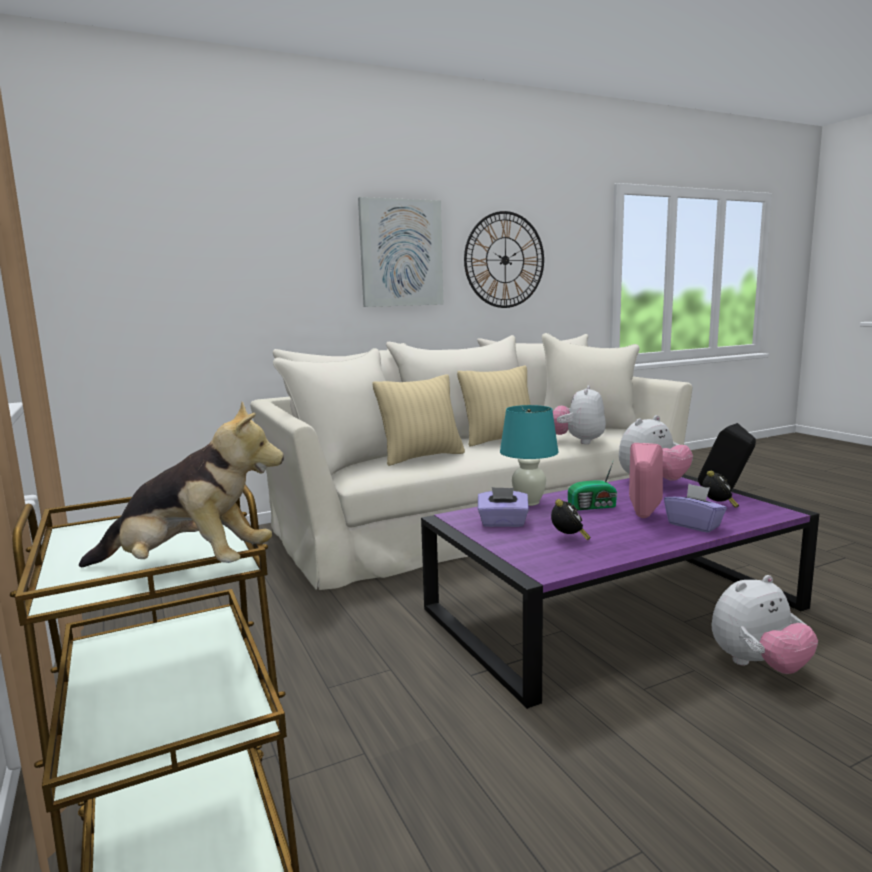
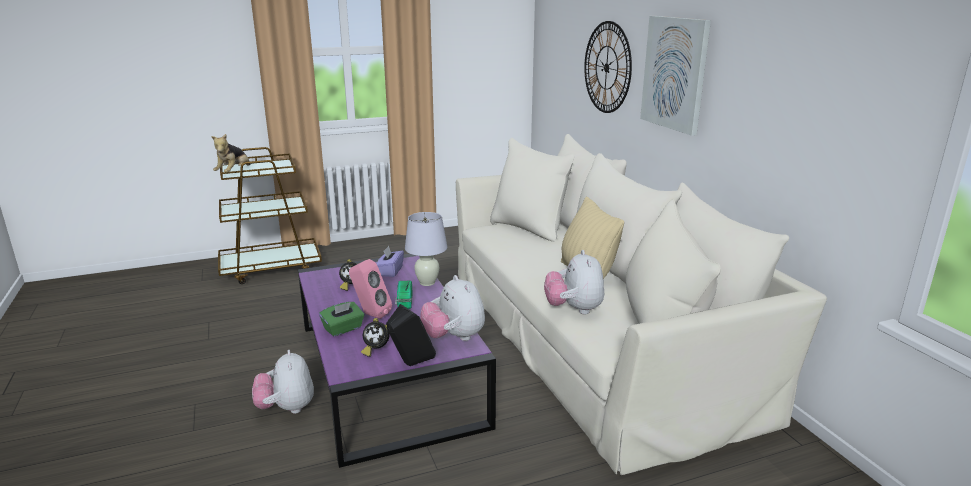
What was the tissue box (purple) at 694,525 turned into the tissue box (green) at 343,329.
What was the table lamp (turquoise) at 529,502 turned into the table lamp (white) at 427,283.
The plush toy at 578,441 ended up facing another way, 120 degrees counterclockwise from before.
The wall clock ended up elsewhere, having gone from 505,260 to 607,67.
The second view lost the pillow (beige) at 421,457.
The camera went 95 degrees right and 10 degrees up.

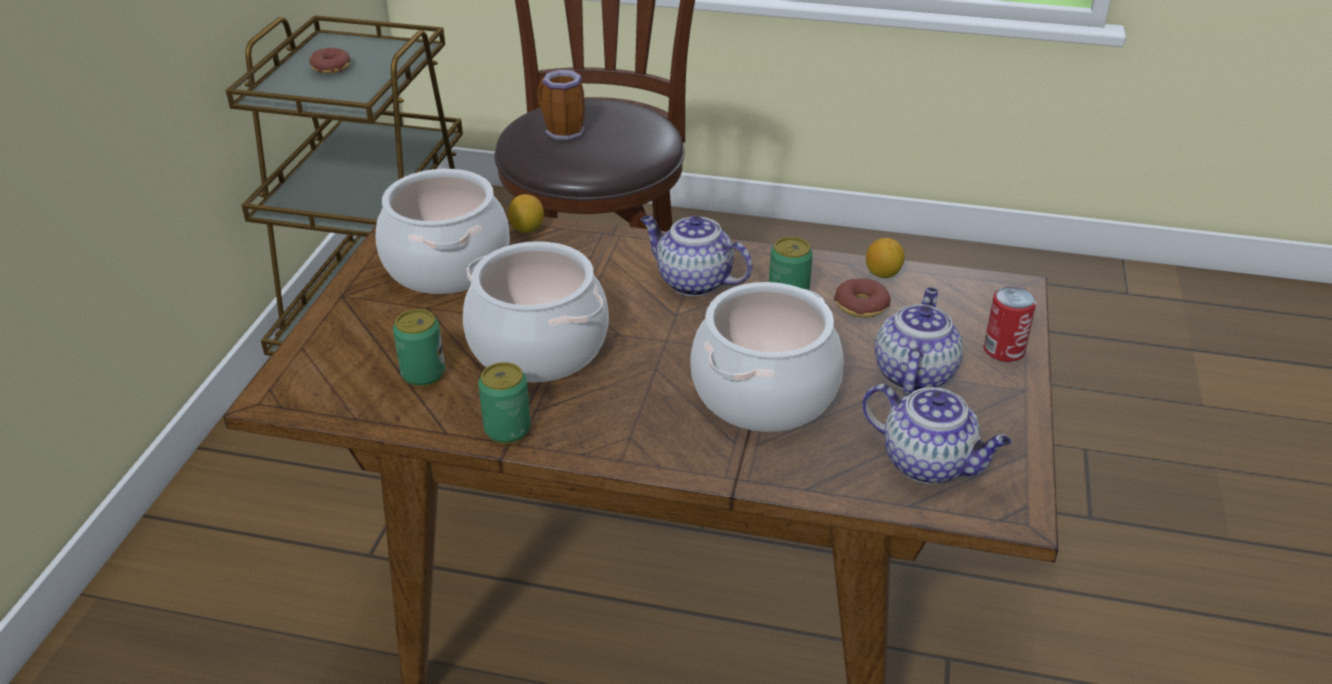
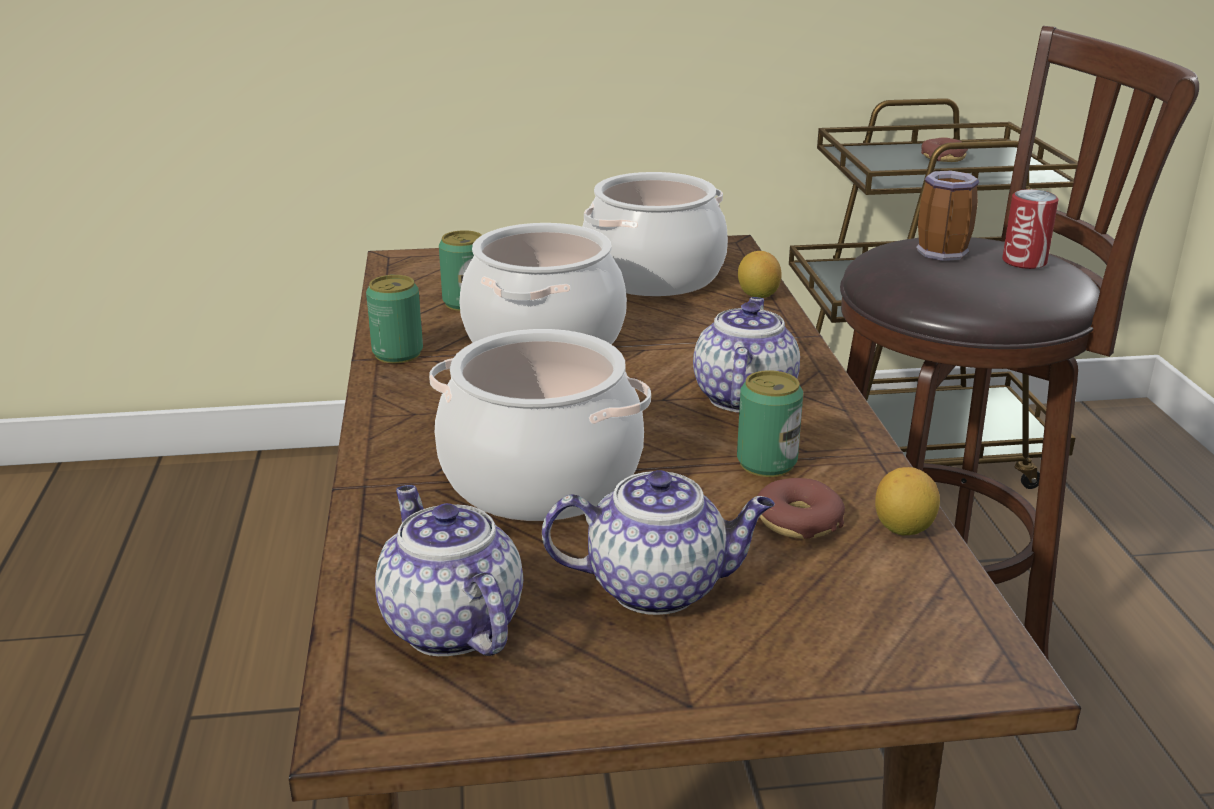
The teapot at 929,463 ended up facing another way, 135 degrees clockwise from before.
The can ended up elsewhere, having gone from 1003,350 to 1024,261.
The camera went 70 degrees right and 10 degrees down.

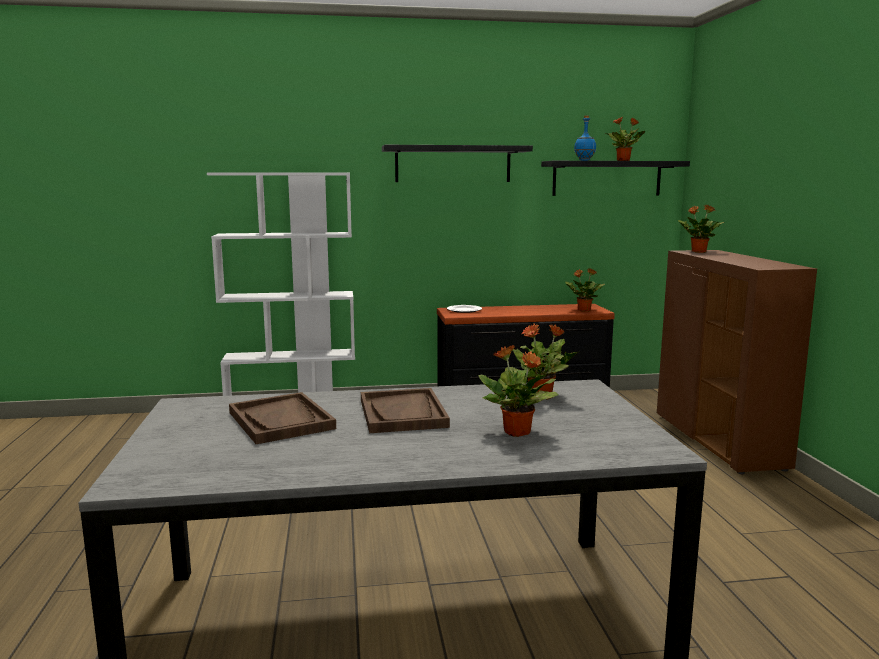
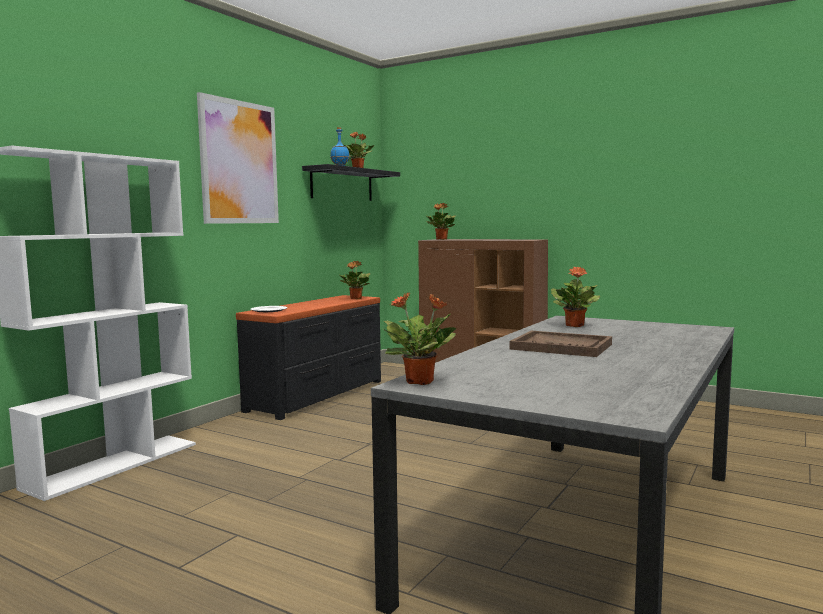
Where the shelf (black) hung at 453,164, the picture came to hang at 239,162.
The potted plant ended up elsewhere, having gone from 517,432 to 421,382.
The second view lost the tray (brown) at 281,420.
The camera went 50 degrees left and 5 degrees down.

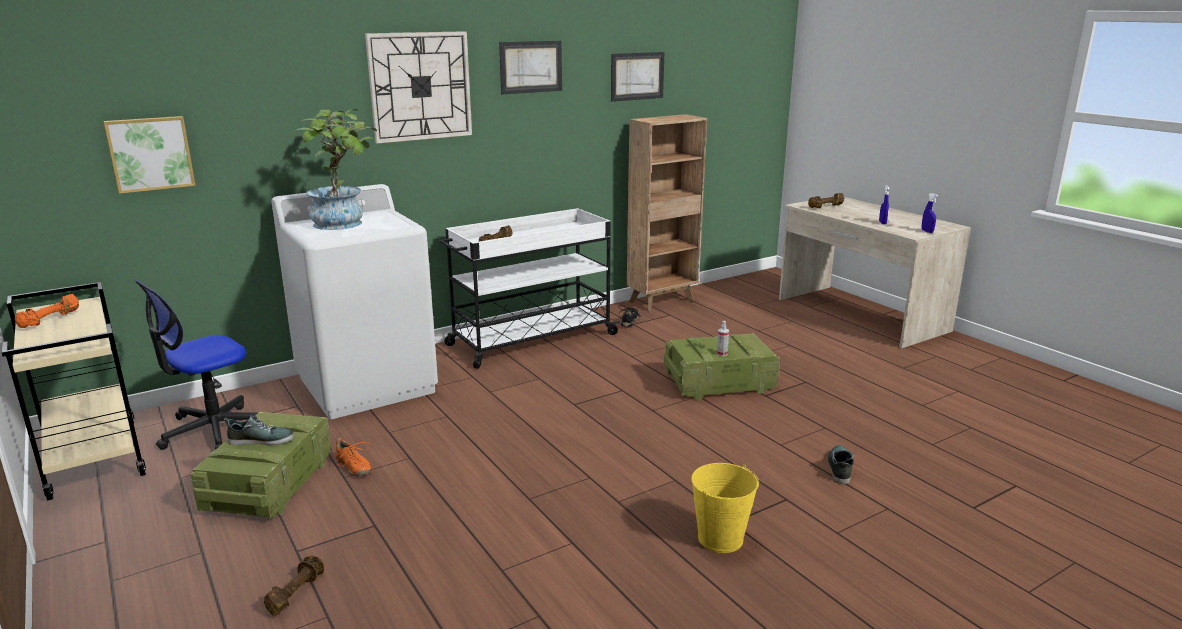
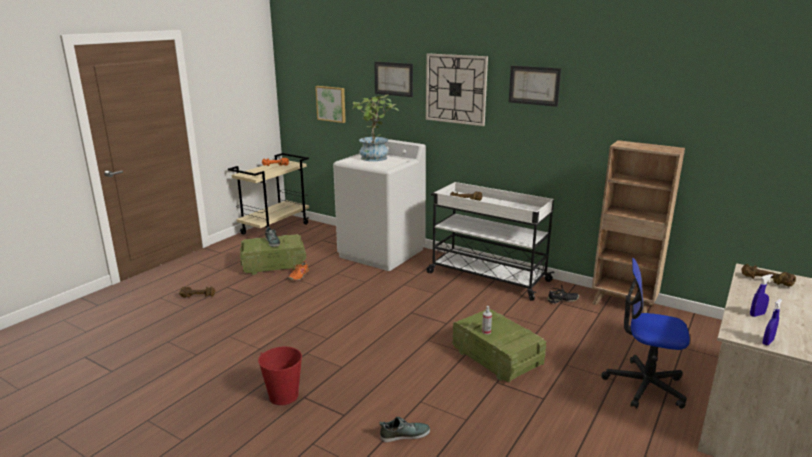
What was the bucket (yellow) at 720,538 turned into the bucket (red) at 283,395.
The picture ended up elsewhere, having gone from 637,76 to 393,79.
The office chair ended up elsewhere, having gone from 213,430 to 644,386.
The camera went 65 degrees right and 0 degrees up.

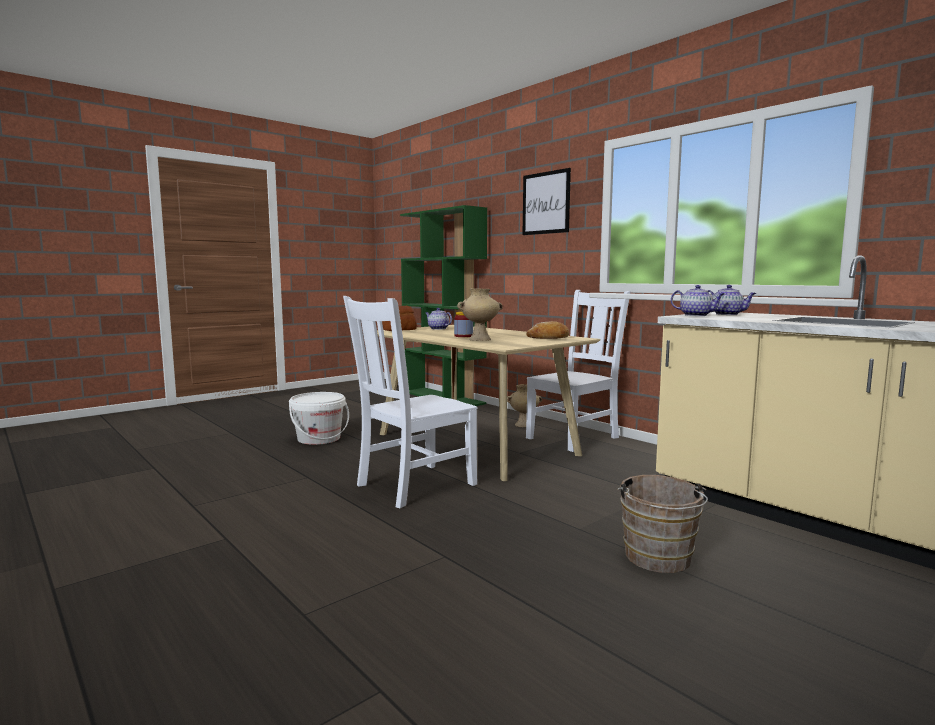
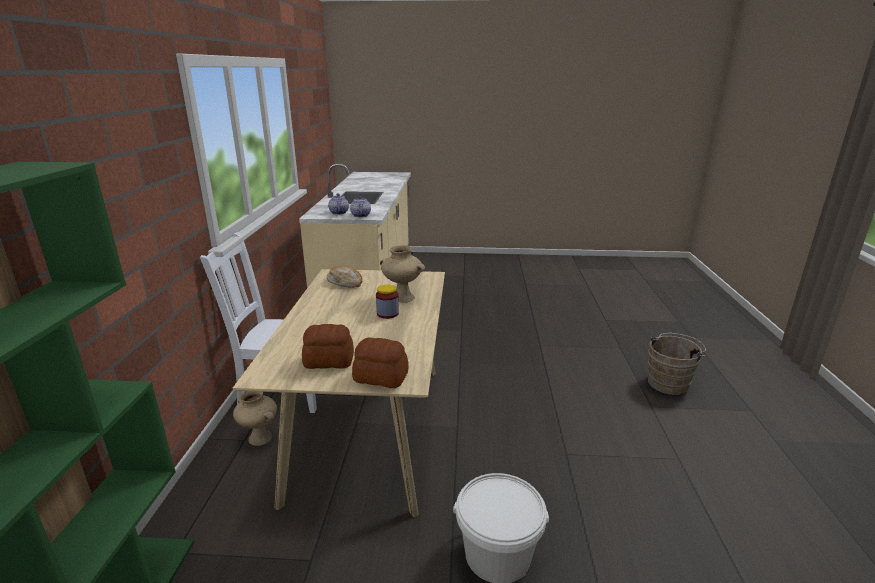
Where the teapot stood at 437,329, the bread came to stand at 329,361.
The bucket (brown) ended up elsewhere, having gone from 658,560 to 669,383.
The second view lost the chair (white) at 413,485.
The second view lost the picture at 546,203.
The camera went 135 degrees left and 15 degrees up.

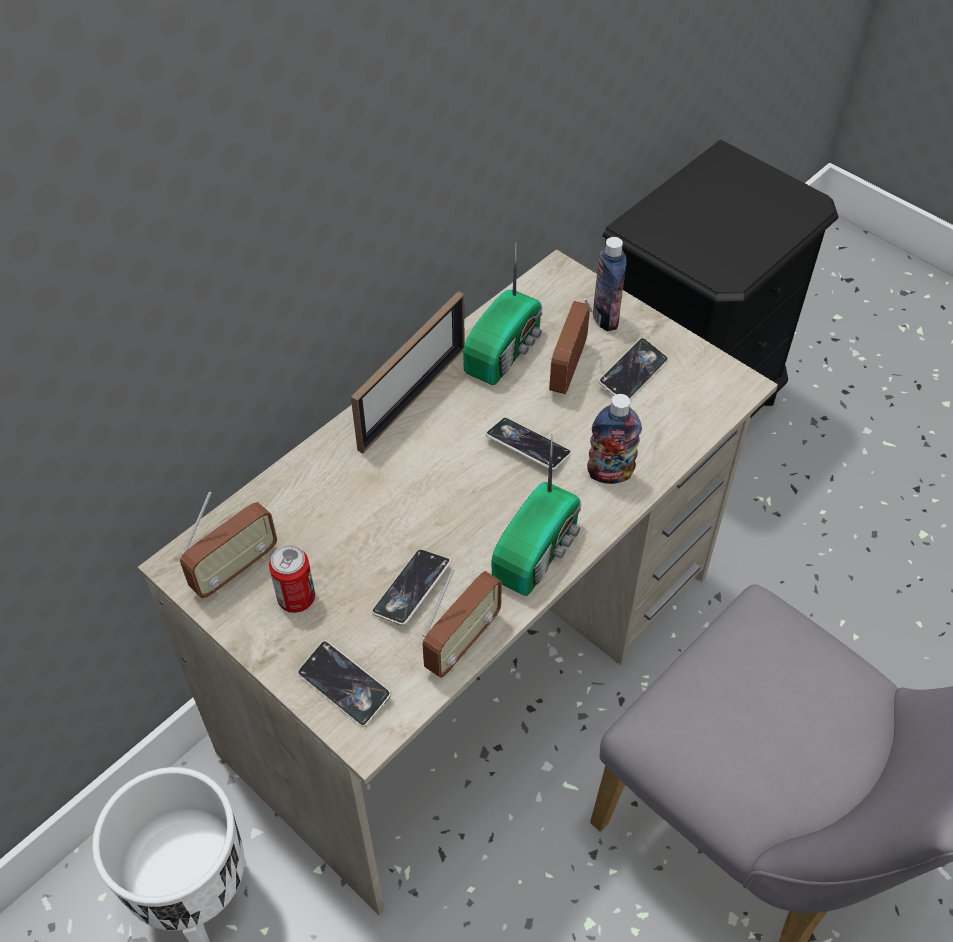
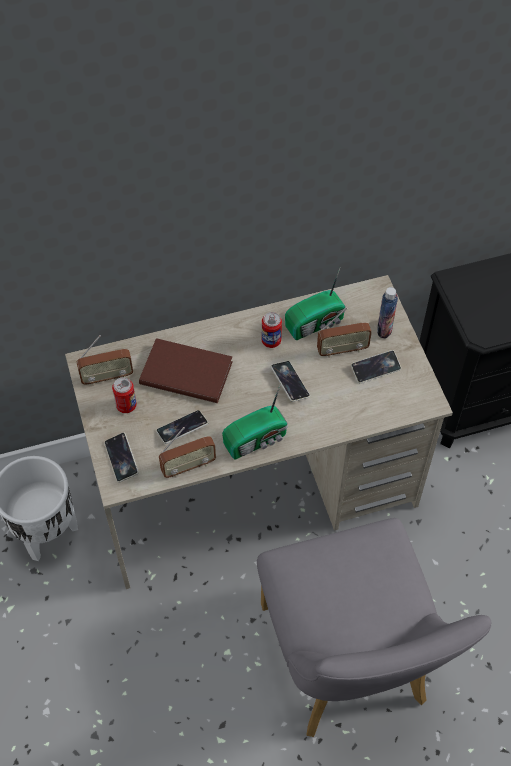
The second view gained the book (brown) at 186,371.
The second view gained the can at 271,341.
The radio at 569,370 ended up facing another way, 150 degrees counterclockwise from before.
The second view lost the picture frame at 412,398.
The second view lost the bottle at 610,473.
The camera went 30 degrees right and 5 degrees up.

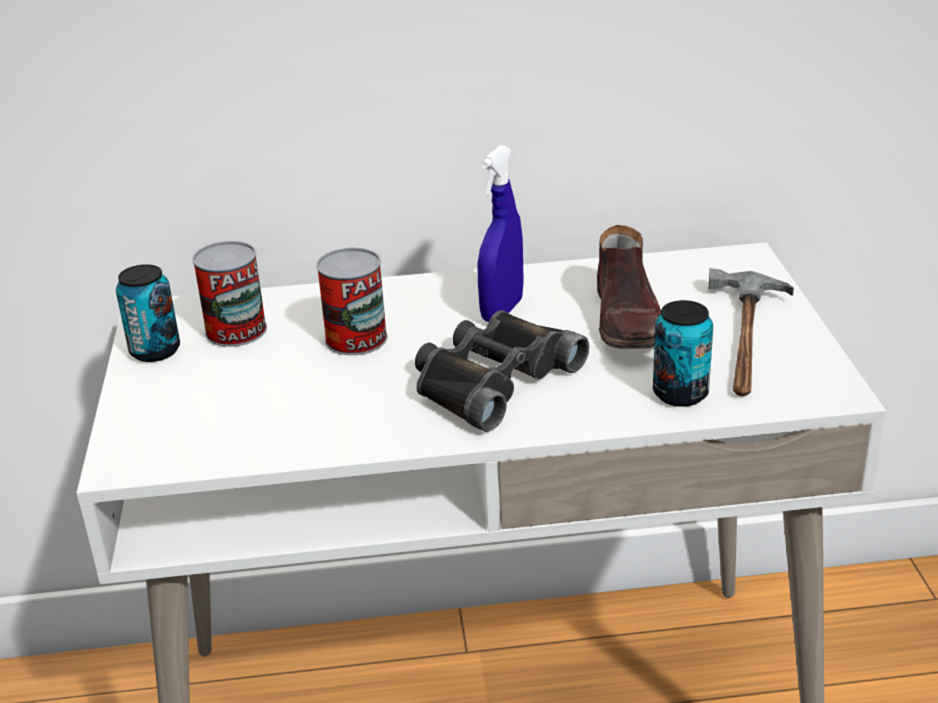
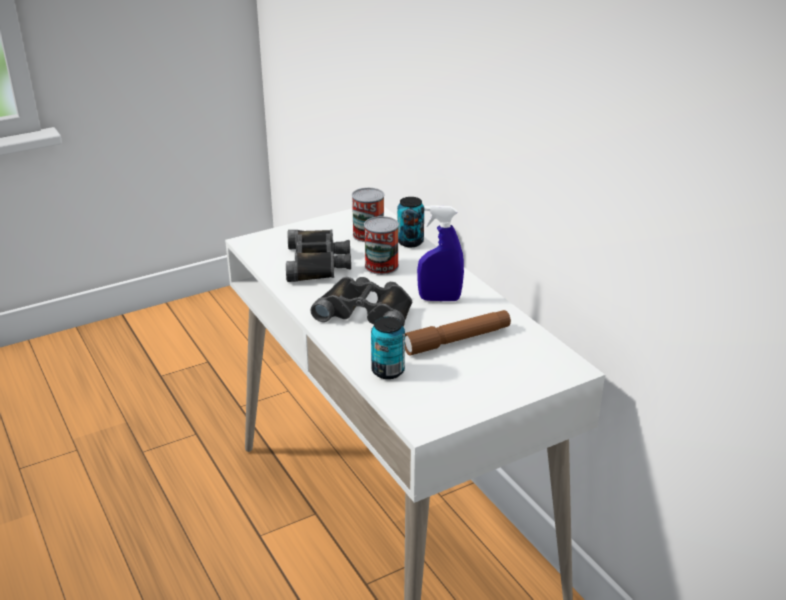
The second view gained the binoculars (black) at 317,263.
The can ended up elsewhere, having gone from 155,351 to 410,242.
Where the shoe (brown) stood at 628,320, the flashlight (brown) came to stand at 457,340.
The second view lost the hammer at 746,339.
The camera went 65 degrees right and 0 degrees up.

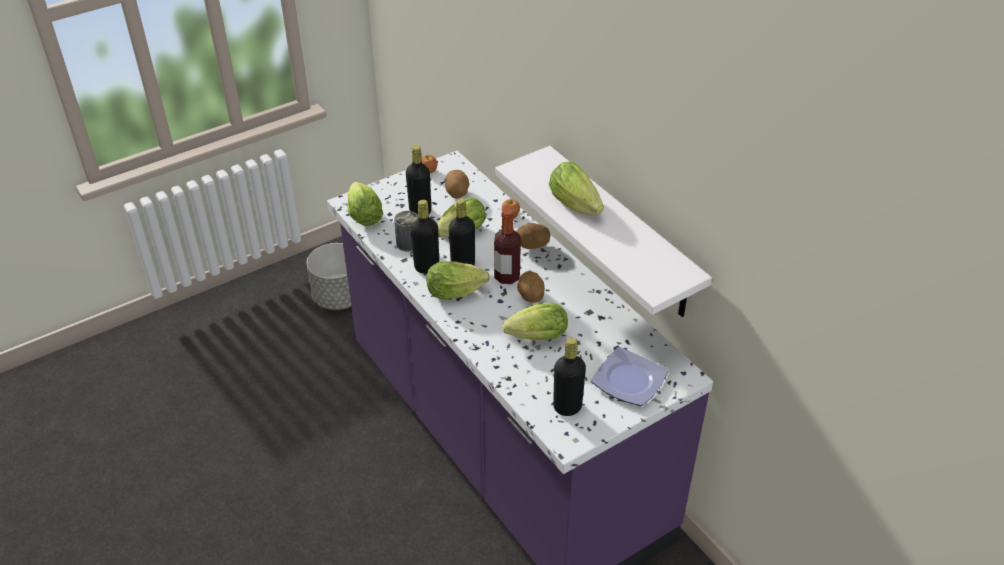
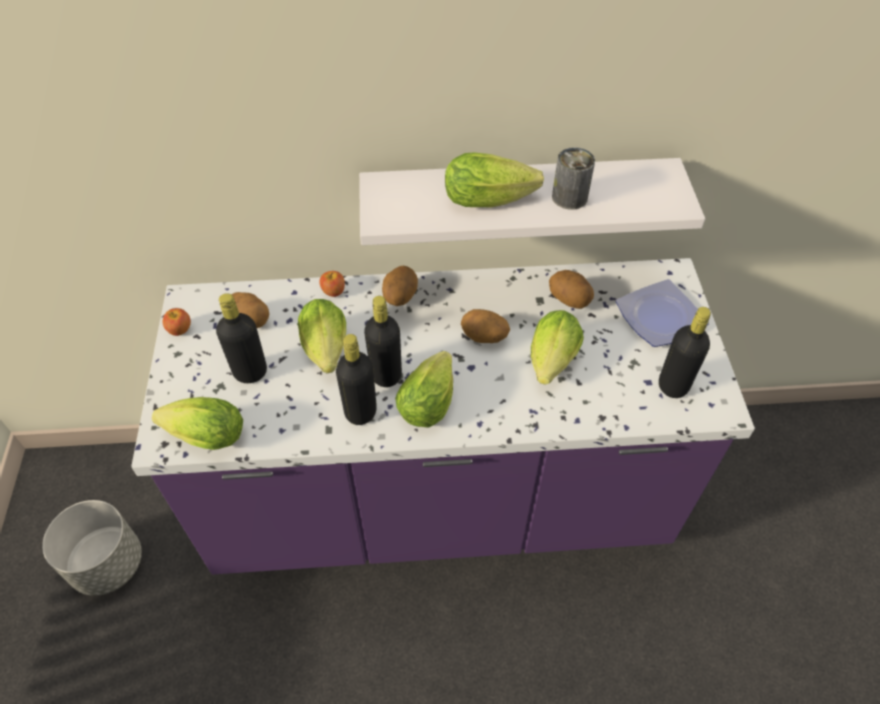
The second view gained the potato at 569,300.
The can ended up elsewhere, having gone from 408,243 to 569,197.
The second view lost the bottle at 507,277.
The camera went 60 degrees left and 10 degrees up.

